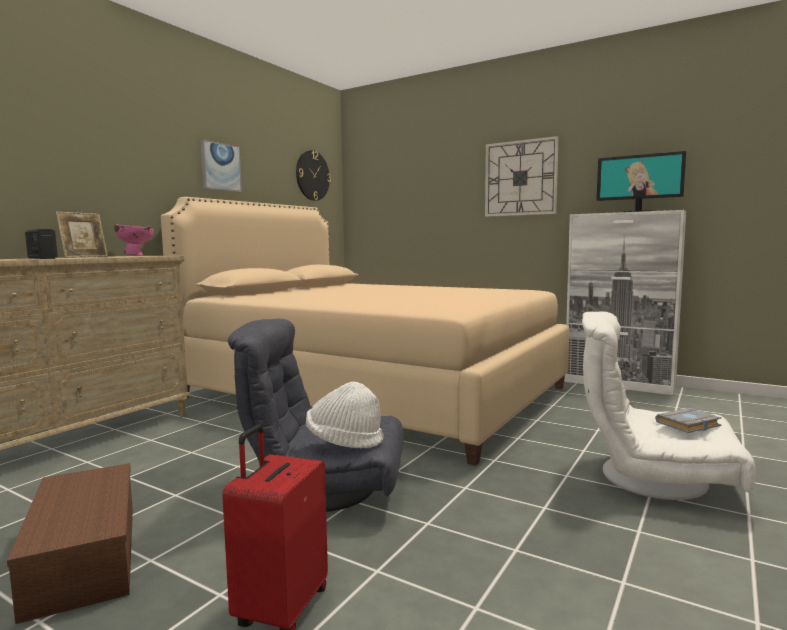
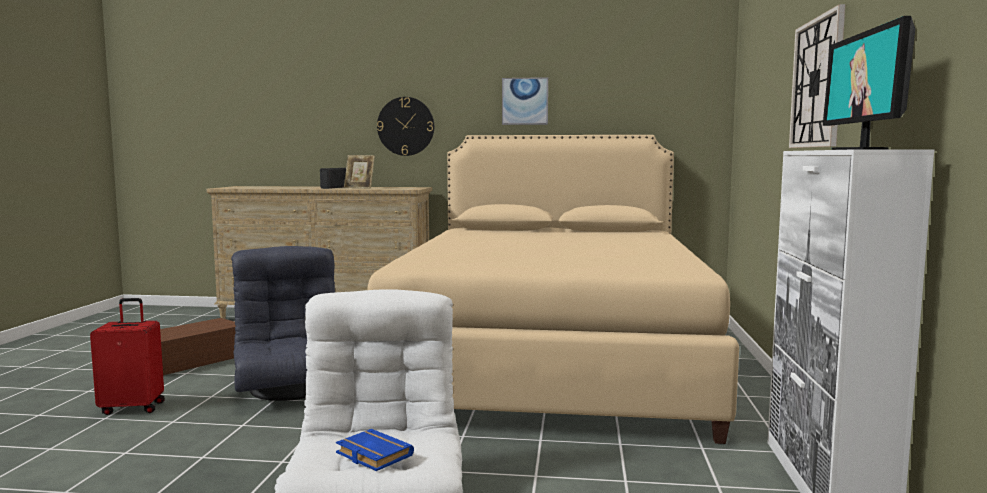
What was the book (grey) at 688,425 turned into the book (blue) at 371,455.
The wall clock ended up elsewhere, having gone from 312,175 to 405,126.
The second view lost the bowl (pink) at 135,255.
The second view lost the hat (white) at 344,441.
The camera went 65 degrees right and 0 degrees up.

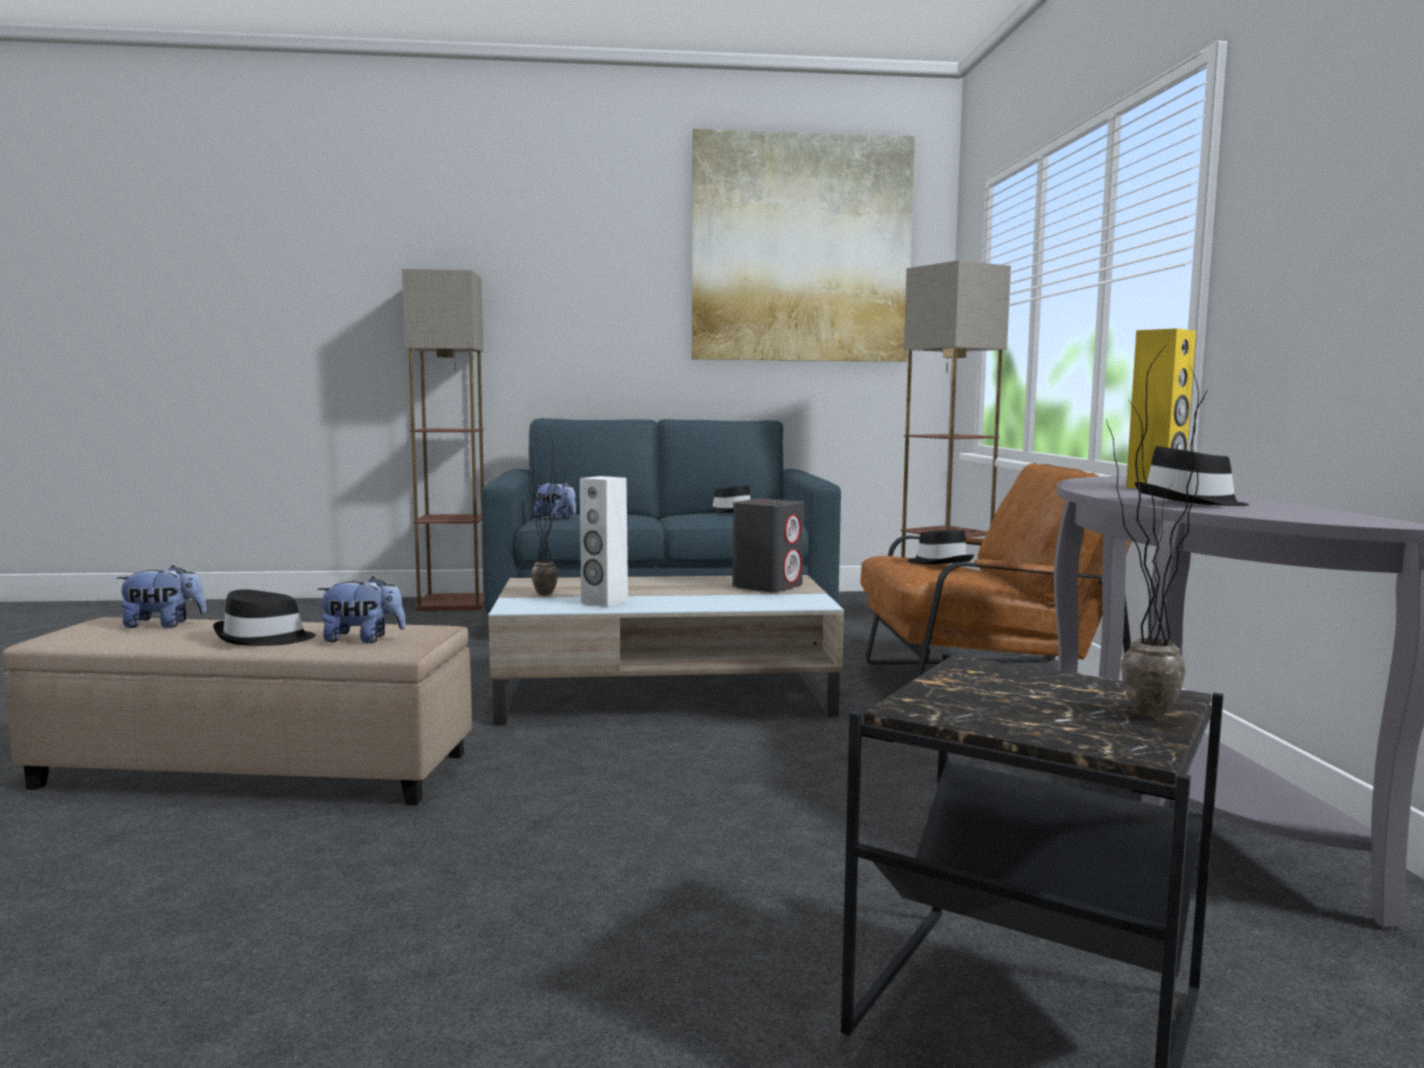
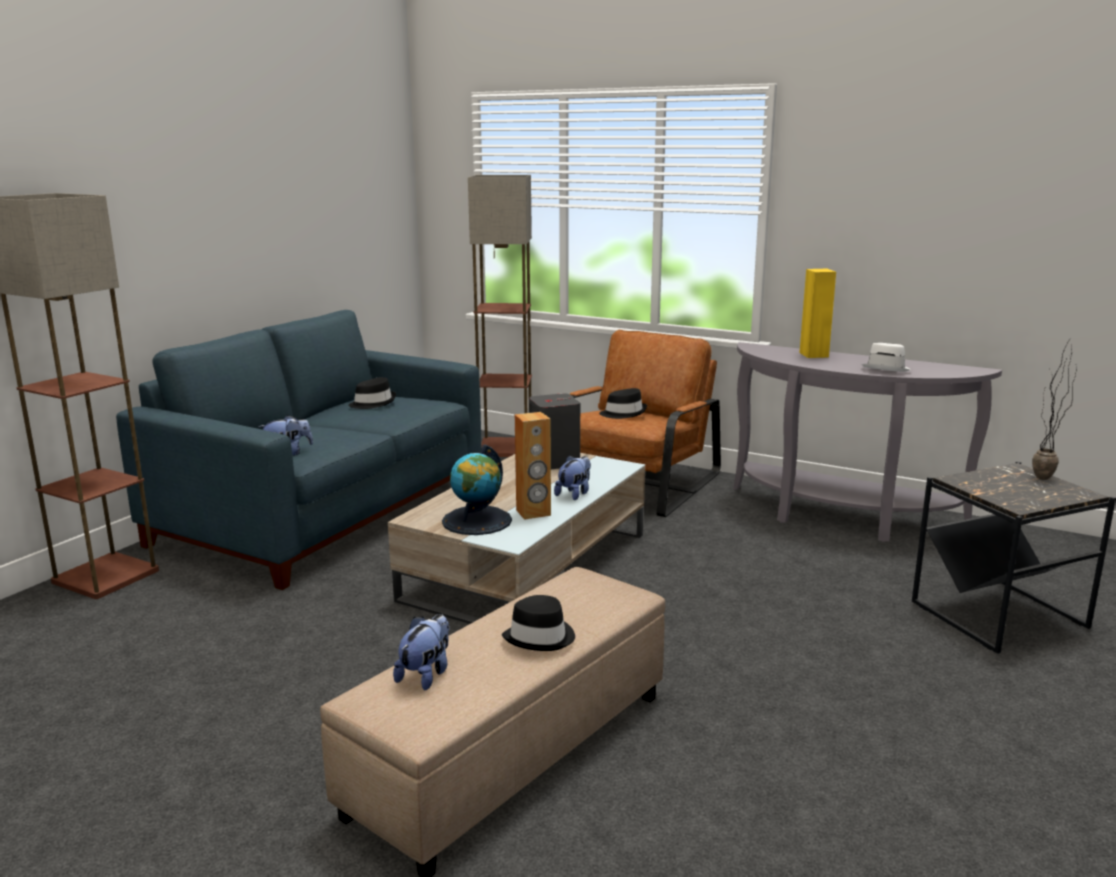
Where the potted plant stood at 552,593, the globe came to stand at 477,521.
What was the speaker (white) at 604,602 turned into the speaker (brown) at 533,513.
The plush toy ended up elsewhere, having gone from 363,640 to 574,494.
What was the hat (black) at 1191,502 turned into the hat (white) at 886,369.
The second view lost the picture at 801,249.
The camera went 55 degrees left and 10 degrees up.

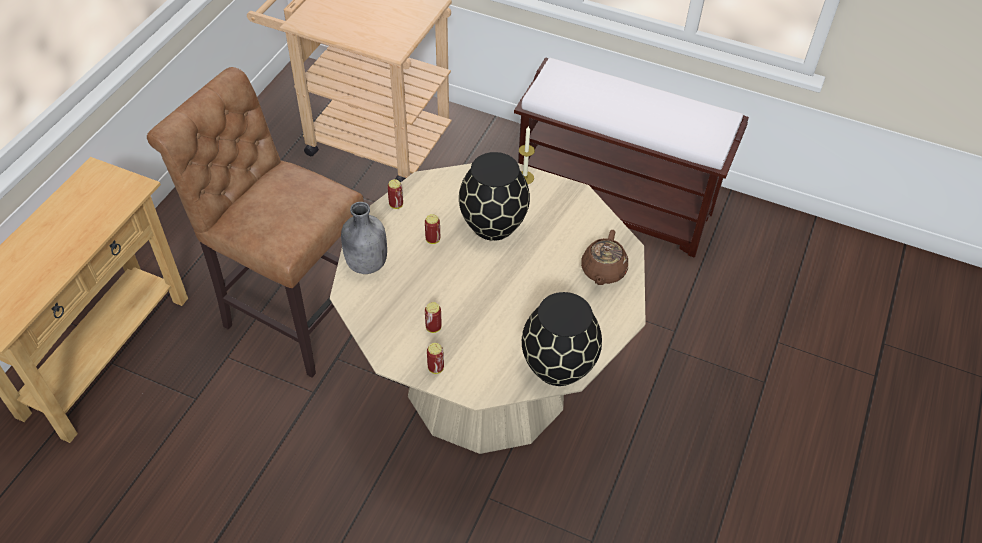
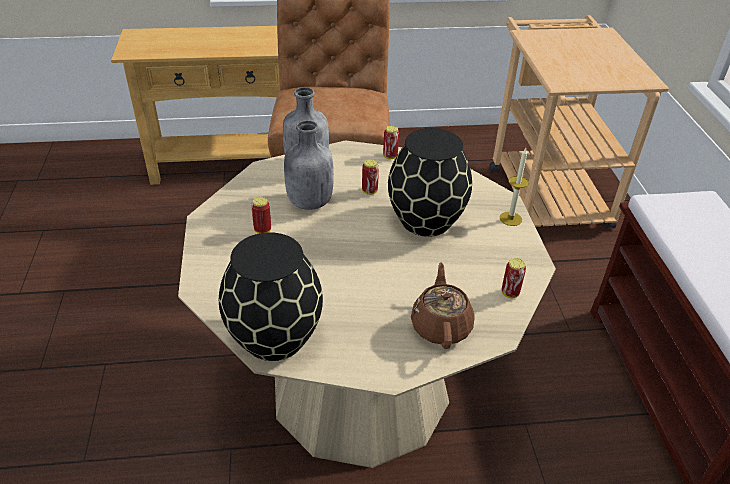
The second view gained the bottle (grey) at 309,202.
The teapot (brown) at 603,271 ended up facing another way, 105 degrees clockwise from before.
The can ended up elsewhere, having gone from 435,368 to 510,293.
The camera went 60 degrees right and 10 degrees down.

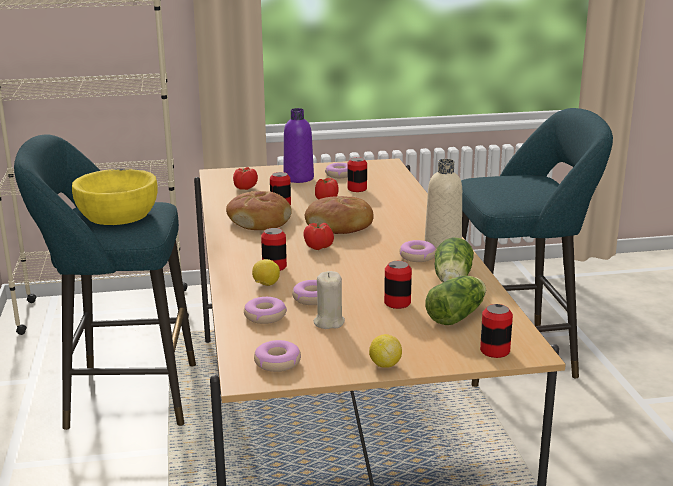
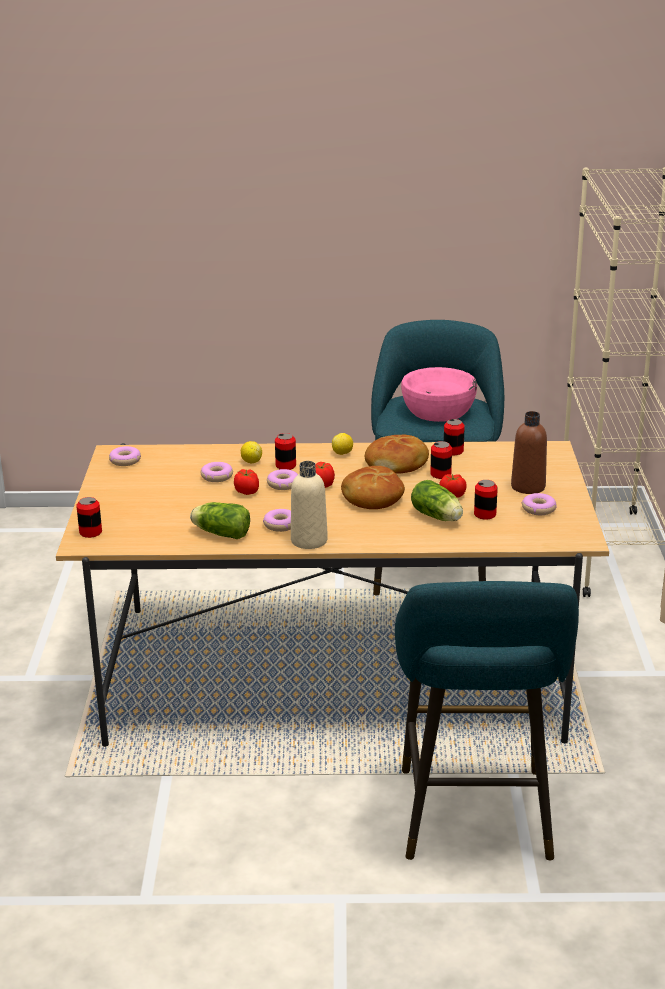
The tomato ended up elsewhere, having gone from 245,188 to 247,492.
The donut ended up elsewhere, having gone from 265,316 to 283,484.
The lemon ended up elsewhere, having gone from 385,364 to 342,453.
What was the bowl (yellow) at 117,214 turned into the bowl (pink) at 438,410.
The lettuce ended up elsewhere, having gone from 458,315 to 438,517.
The can ended up elsewhere, having gone from 397,303 to 453,451.
What was the bottle (purple) at 298,178 turned into the bottle (brown) at 528,487.
The second view lost the candle (beige) at 329,322.
The camera went 100 degrees right and 5 degrees up.

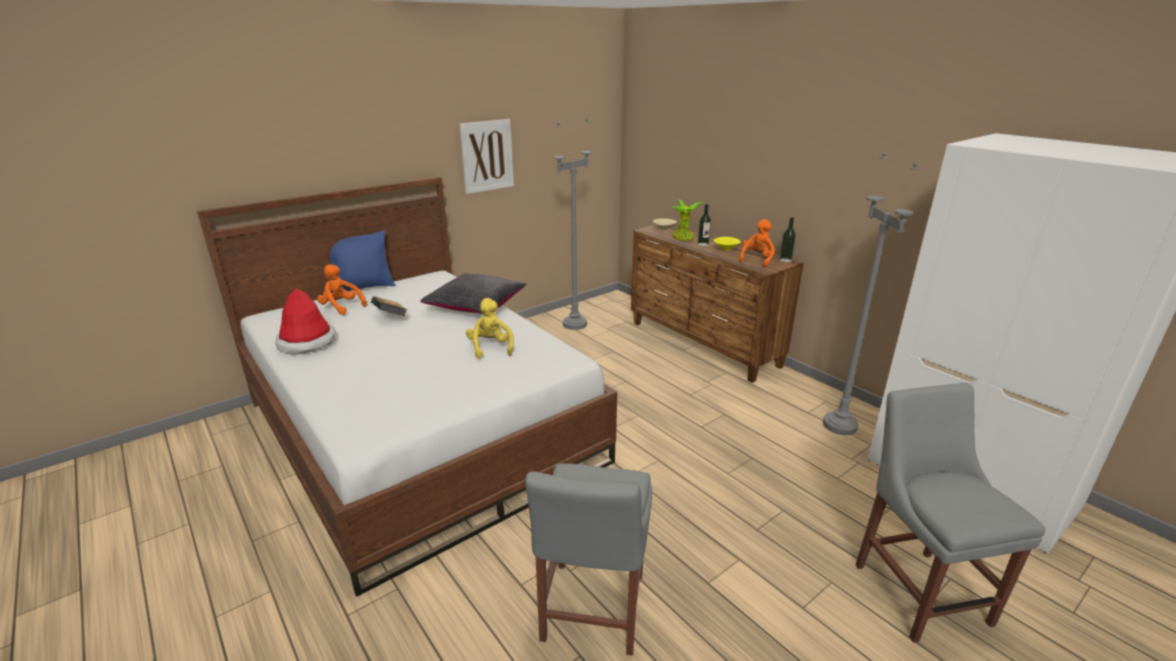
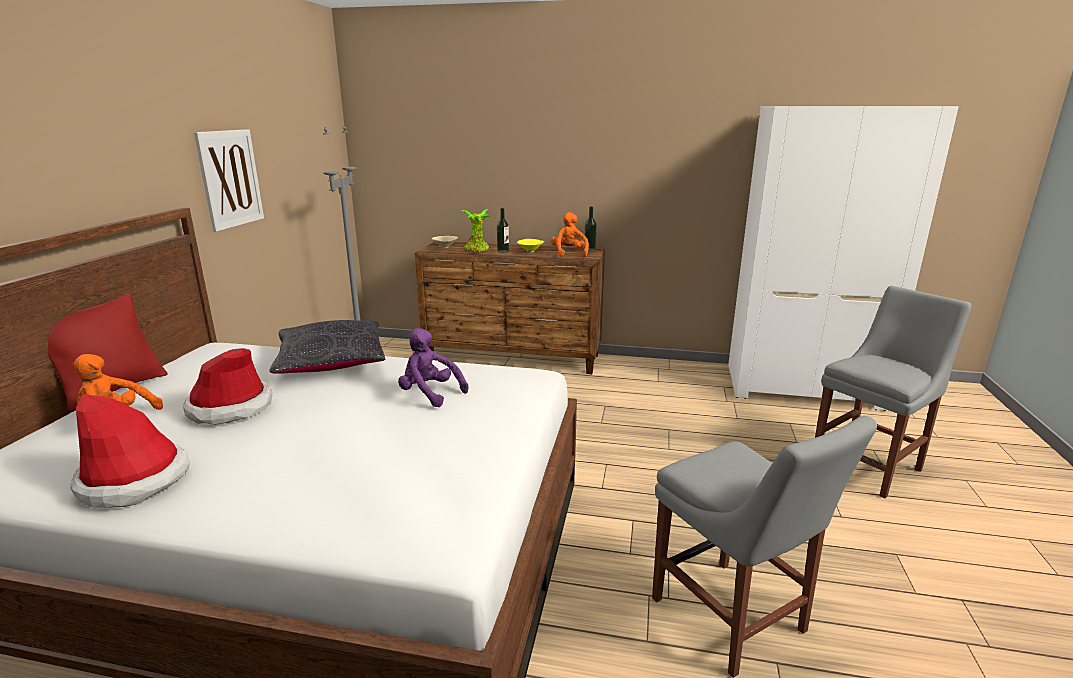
What was the pillow (blue) at 364,287 turned into the pillow (red) at 113,390.
Where the book stood at 390,317, the hat came to stand at 230,408.
What was the plush toy (yellow) at 490,348 turned into the plush toy (purple) at 430,394.
The chair (grey) at 917,588 ended up facing another way, 105 degrees clockwise from before.
The second view lost the floor lamp (grey) at 840,425.
The camera went 40 degrees left and 5 degrees down.

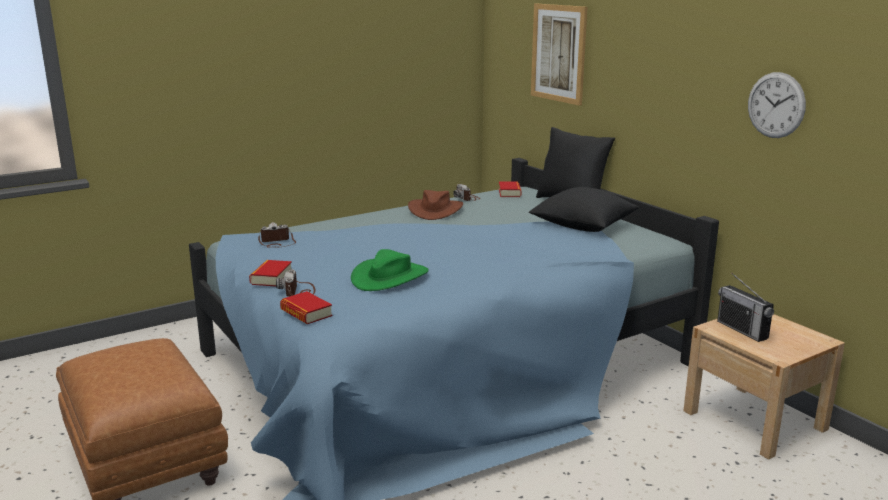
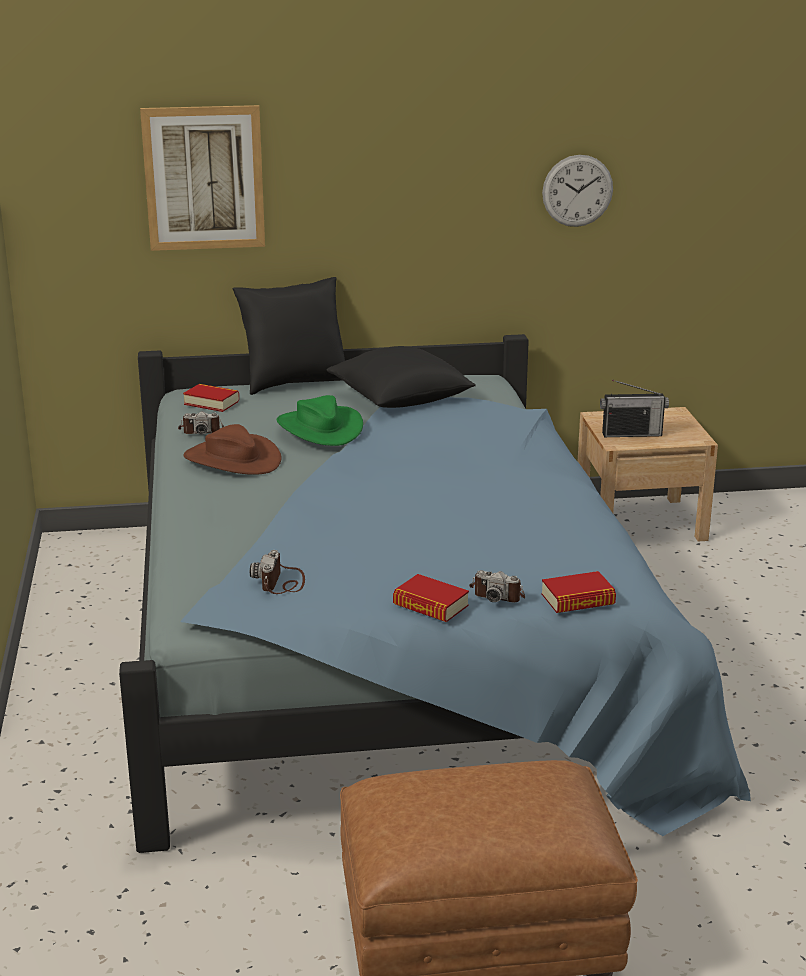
The hat (green) ended up elsewhere, having gone from 389,277 to 319,428.
The camera went 65 degrees left and 5 degrees up.

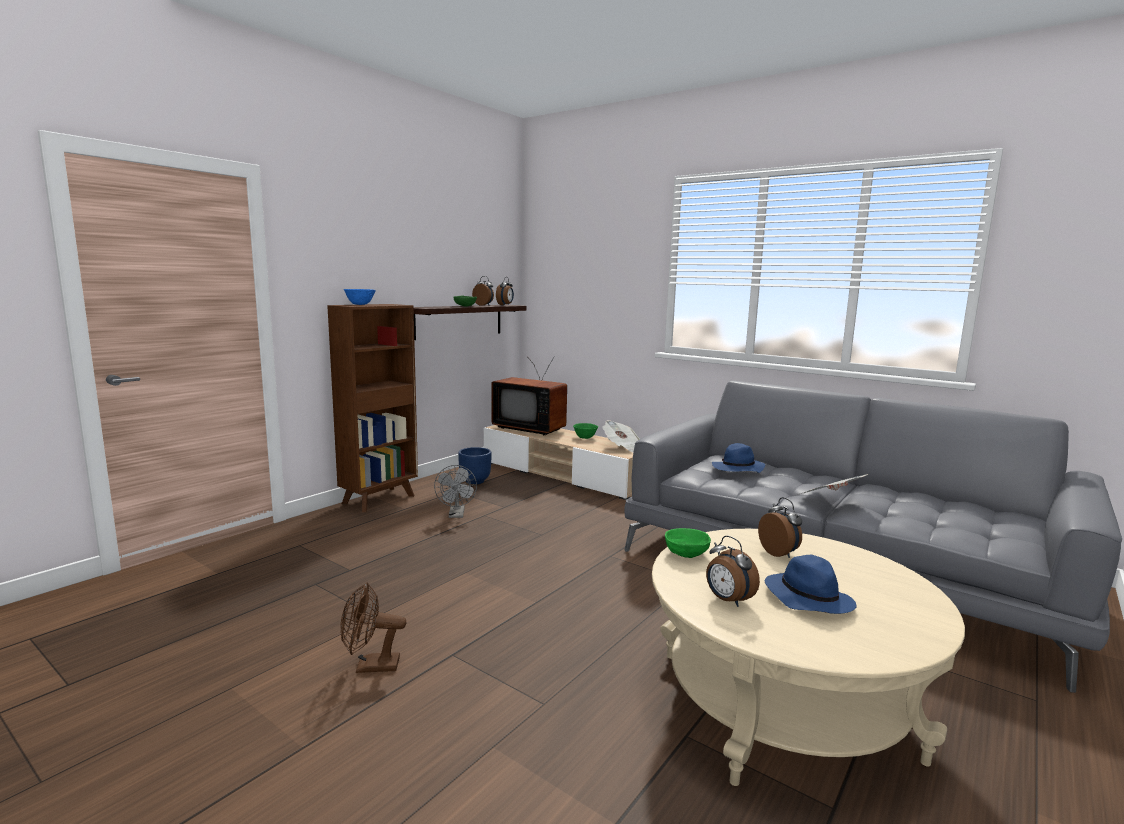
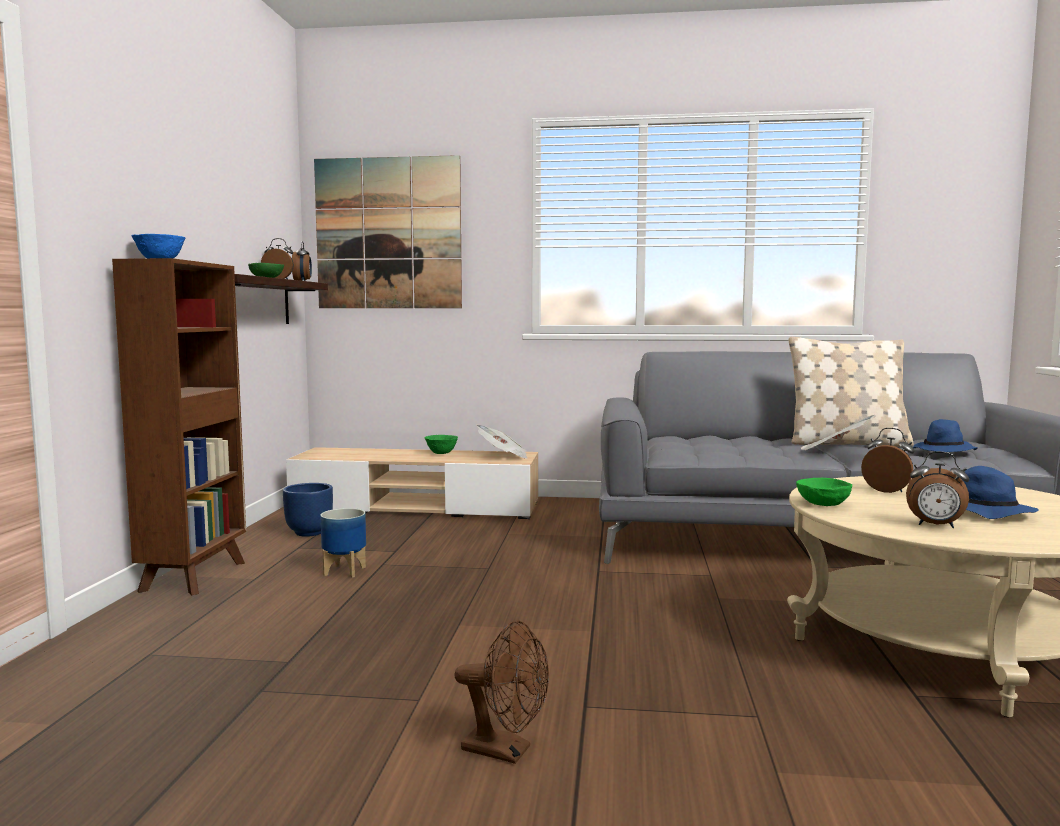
The second view gained the picture at 388,233.
Where the fan (grey) stood at 456,515, the planter came to stand at 345,571.
The fan (brown) at 370,666 ended up facing another way, 120 degrees counterclockwise from before.
The second view gained the pillow (beige) at 847,444.
The hat (blue) ended up elsewhere, having gone from 737,469 to 944,451.
The second view lost the television at 530,428.
The camera went 30 degrees left and 5 degrees down.

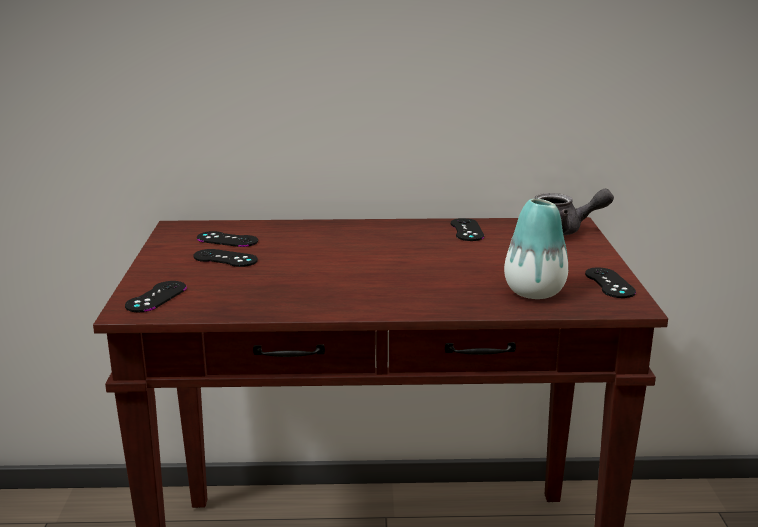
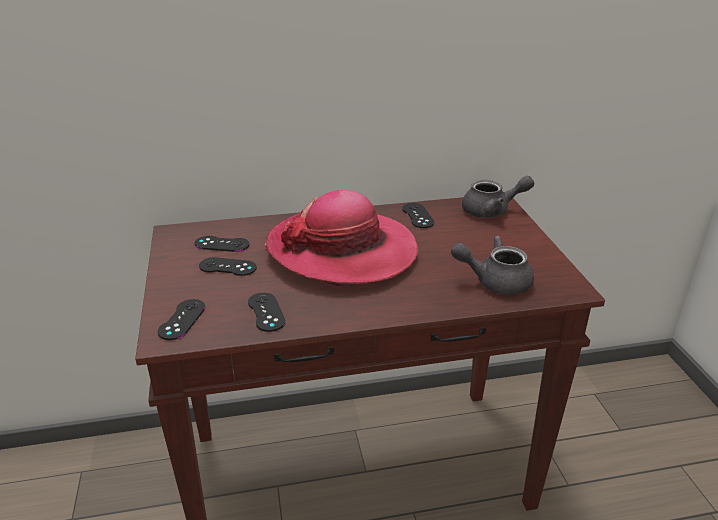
The game controller (black) ended up elsewhere, having gone from 609,283 to 266,312.
The second view gained the hat at 342,251.
Where the vase stood at 534,292, the teapot (grey) came to stand at 494,281.
The camera went 10 degrees left and 10 degrees up.

